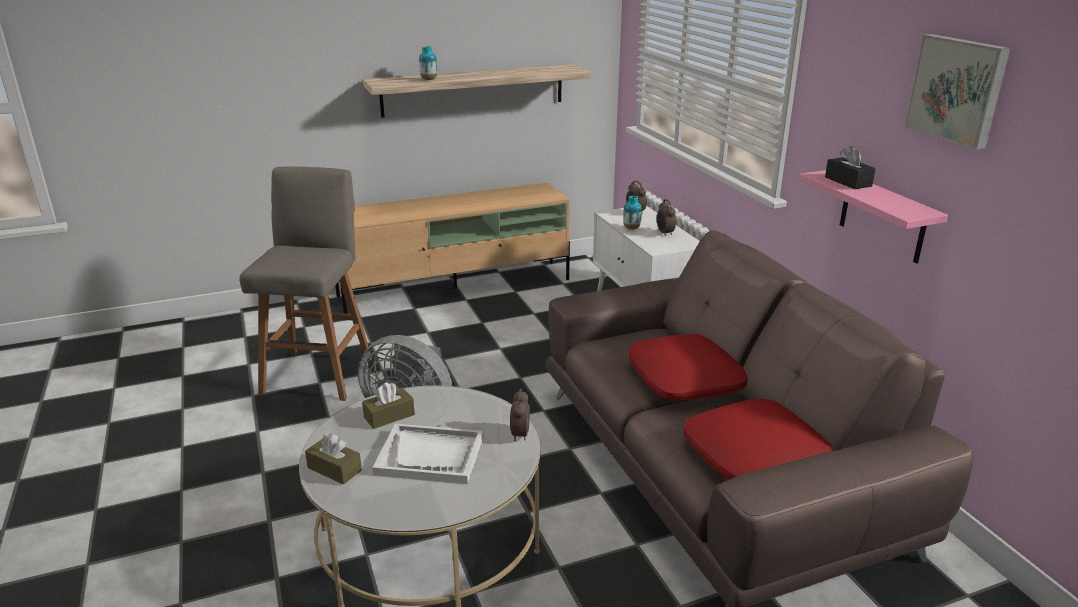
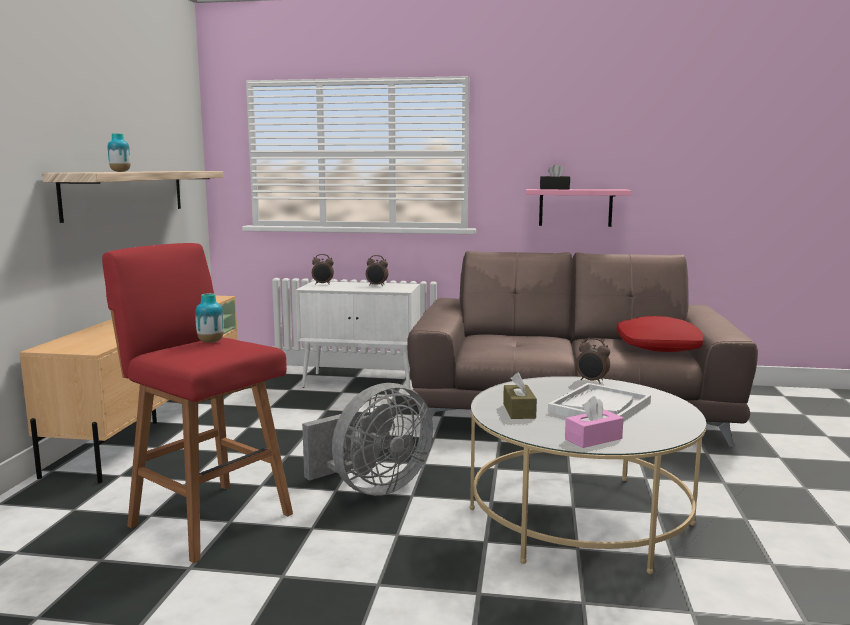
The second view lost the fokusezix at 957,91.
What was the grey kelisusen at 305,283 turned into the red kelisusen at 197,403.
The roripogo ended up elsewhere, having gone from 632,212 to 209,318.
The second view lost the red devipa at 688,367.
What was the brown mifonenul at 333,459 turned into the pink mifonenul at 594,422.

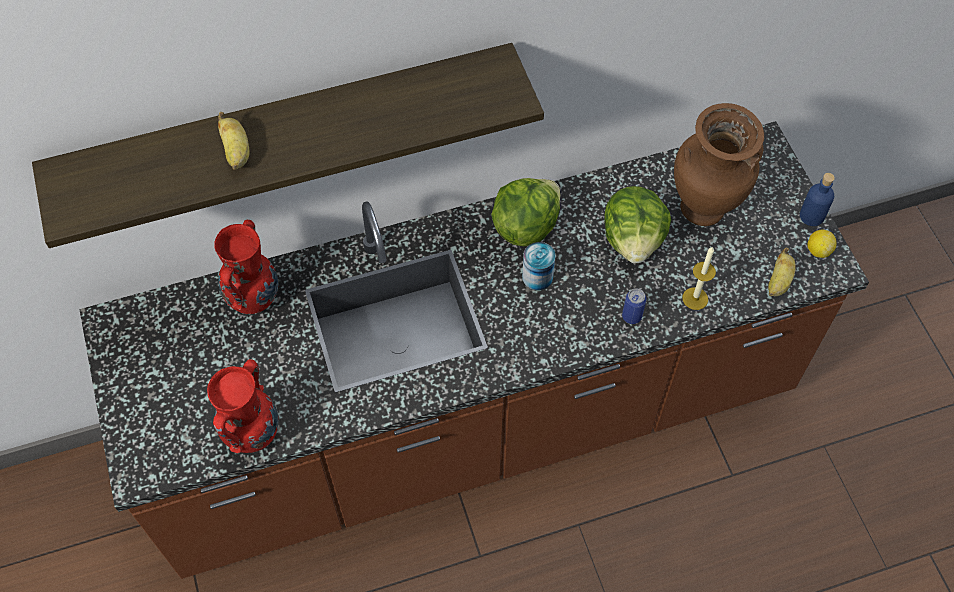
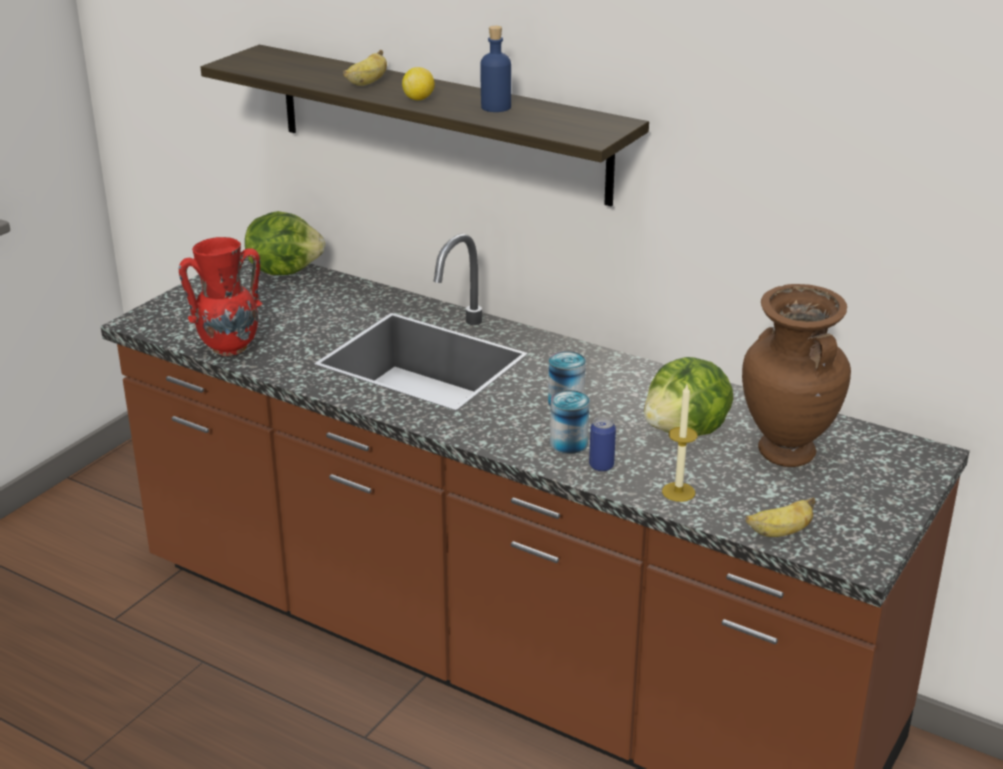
The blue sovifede ended up elsewhere, having gone from 817,199 to 495,69.
The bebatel ended up elsewhere, having gone from 526,212 to 285,243.
The second view lost the red roripogo at 246,267.
The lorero ended up elsewhere, having gone from 822,244 to 418,83.
The second view gained the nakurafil at 570,422.

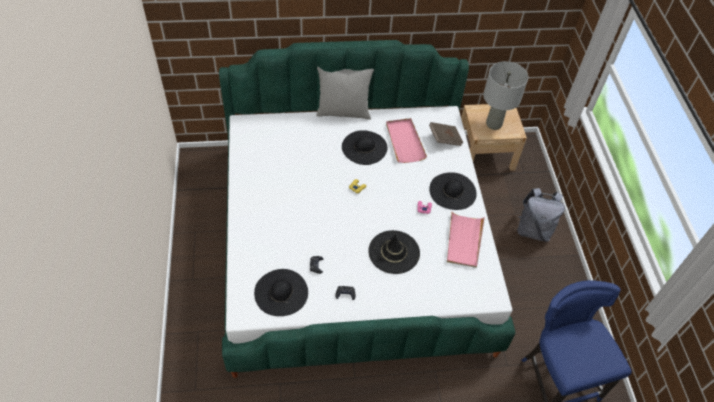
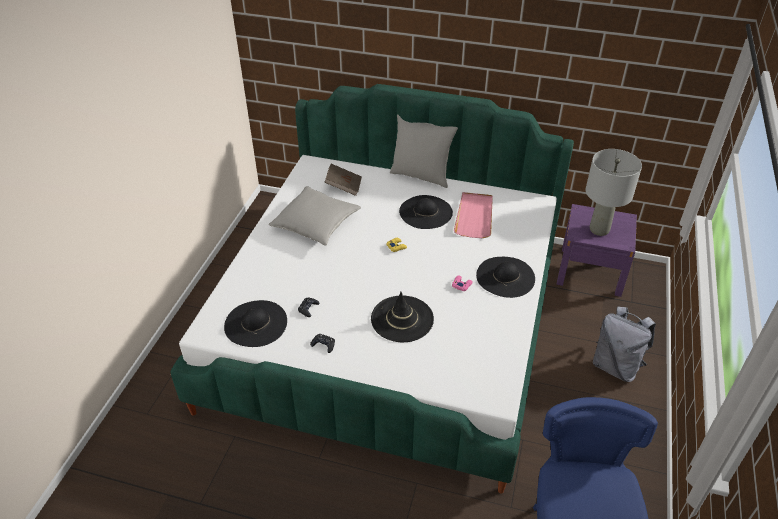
What was the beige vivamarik at 494,137 turned into the purple vivamarik at 597,250.
The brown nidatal ended up elsewhere, having gone from 446,134 to 343,180.
The second view lost the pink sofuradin at 466,240.
The second view gained the grey devipa at 314,216.

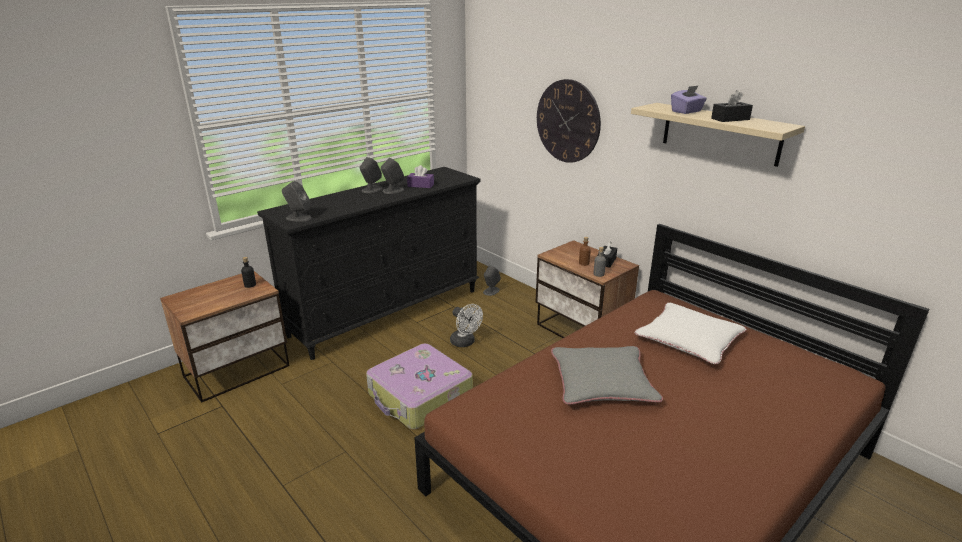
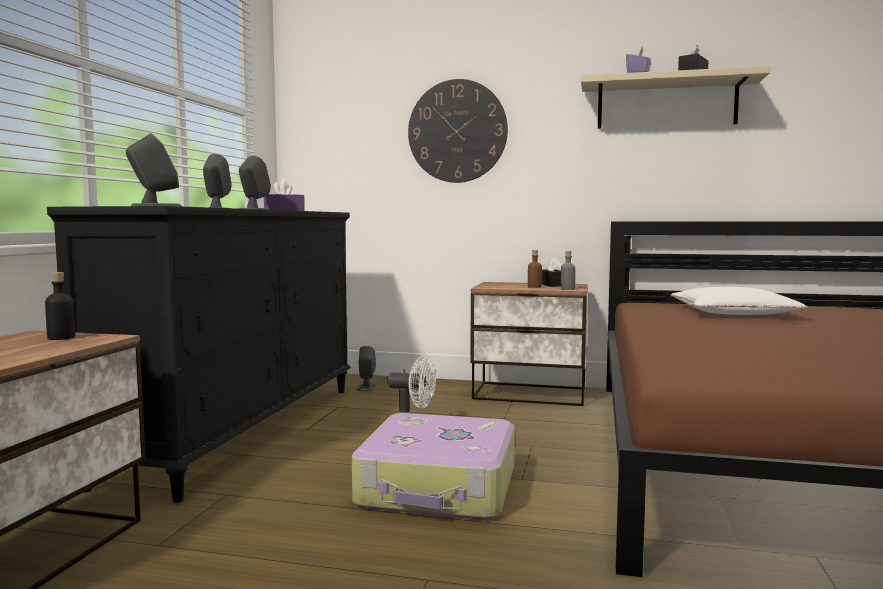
The second view lost the grey devipa at 607,375.

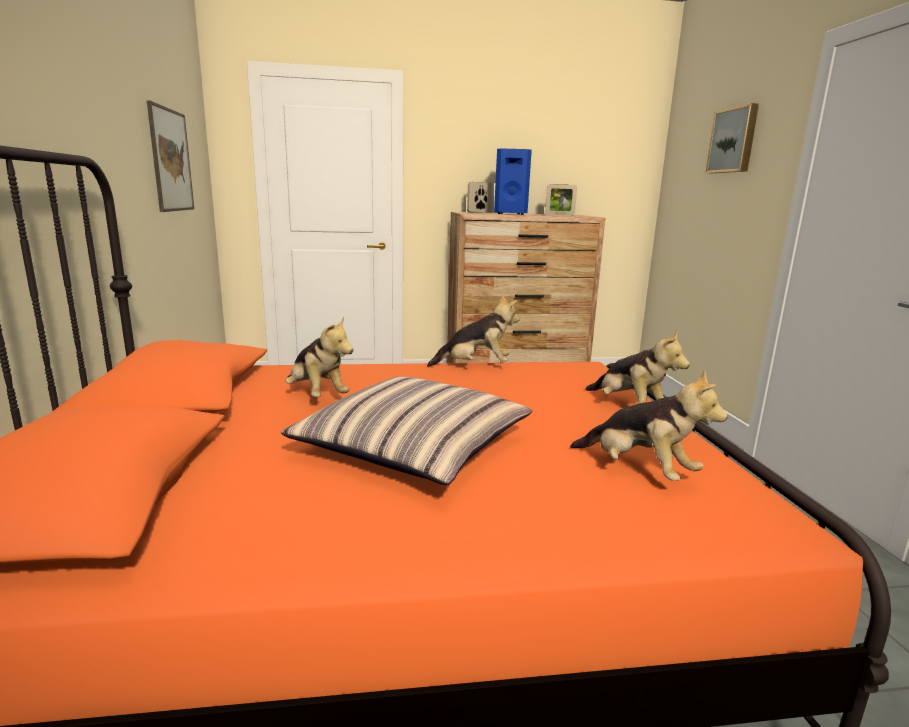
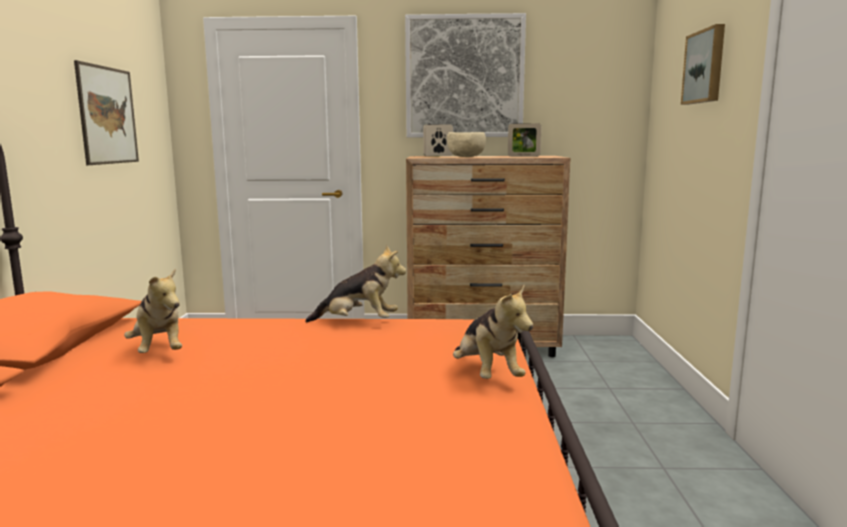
Where the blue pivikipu stood at 513,181, the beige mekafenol came to stand at 466,144.
The second view lost the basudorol at 649,425.
The second view lost the devipa at 406,431.
The second view gained the fokusezix at 465,75.

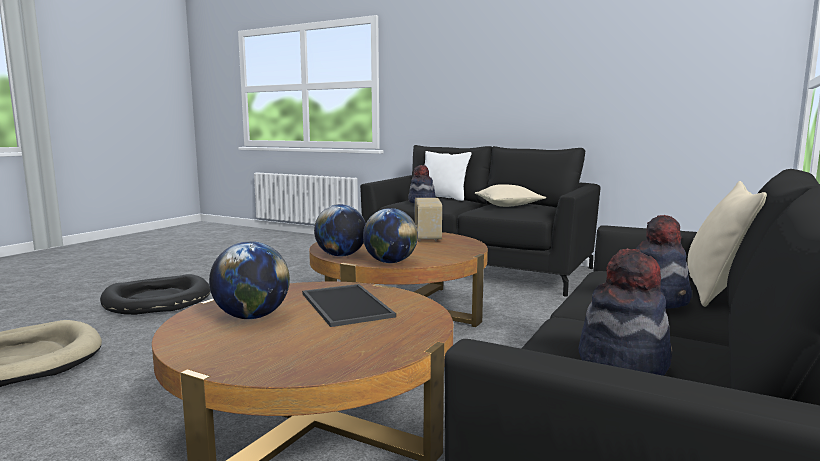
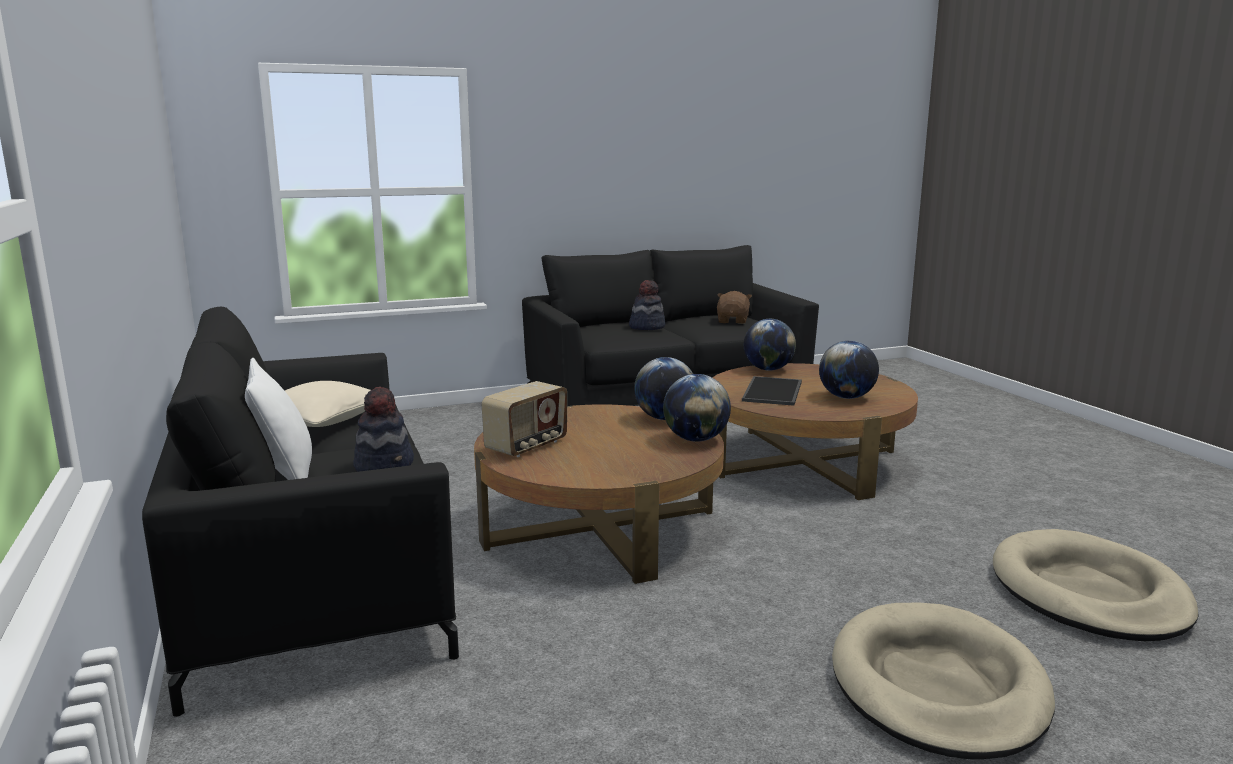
The second view lost the beige devipa at 727,244.
Where the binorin stood at 625,312, the brown basudorol came to stand at 734,307.
What was the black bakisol at 155,294 turned into the beige bakisol at 943,681.
The second view gained the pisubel at 770,345.

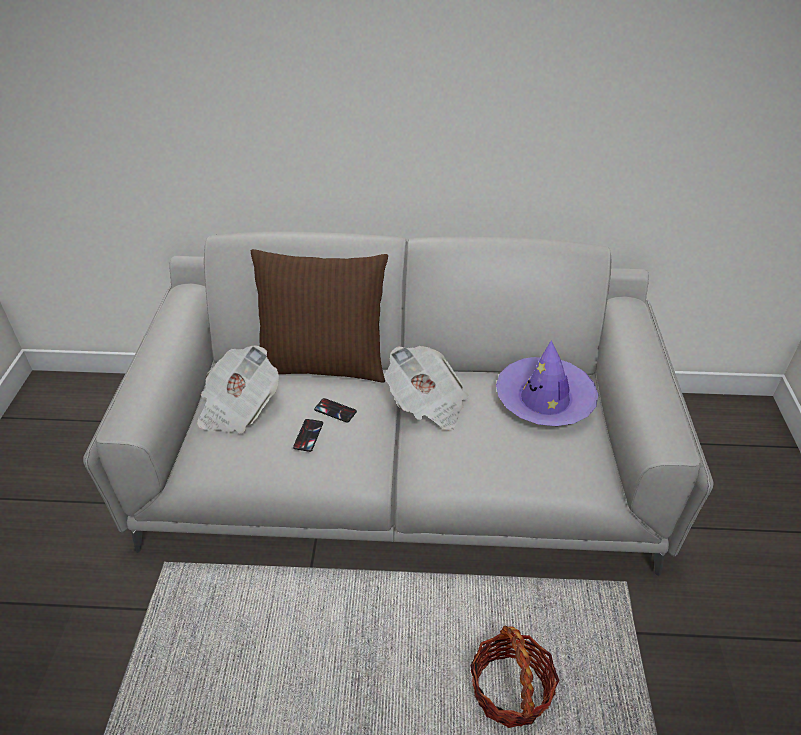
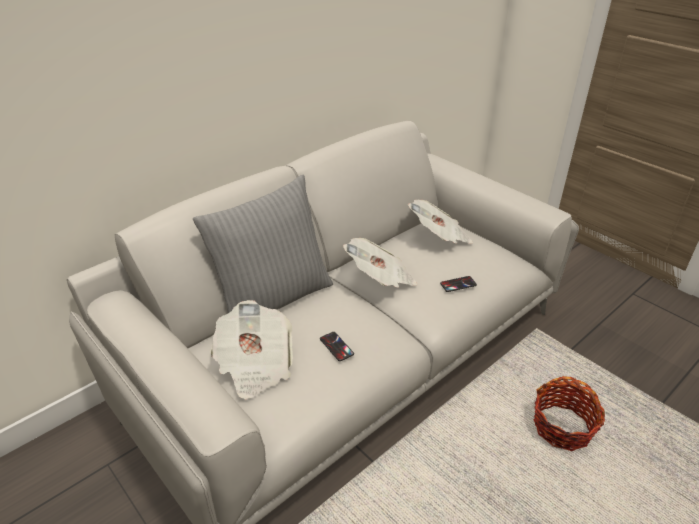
What was the brown devipa at 319,316 turned into the grey devipa at 263,244.
Where the purple binorin stood at 547,383, the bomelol came to stand at 440,222.
The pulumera ended up elsewhere, having gone from 335,410 to 458,284.

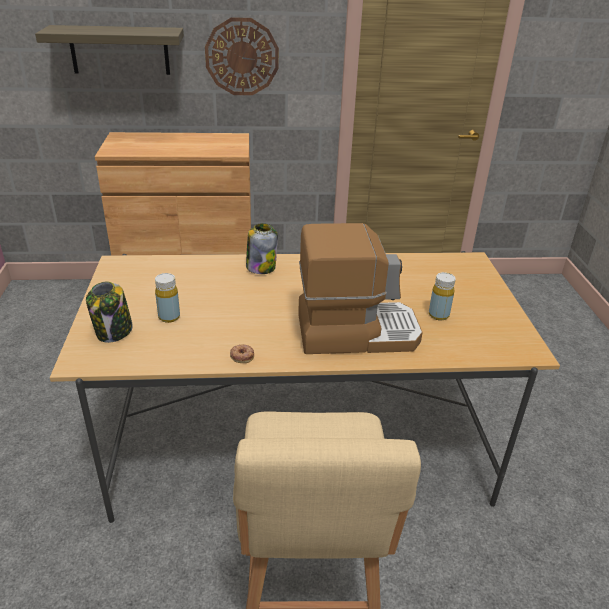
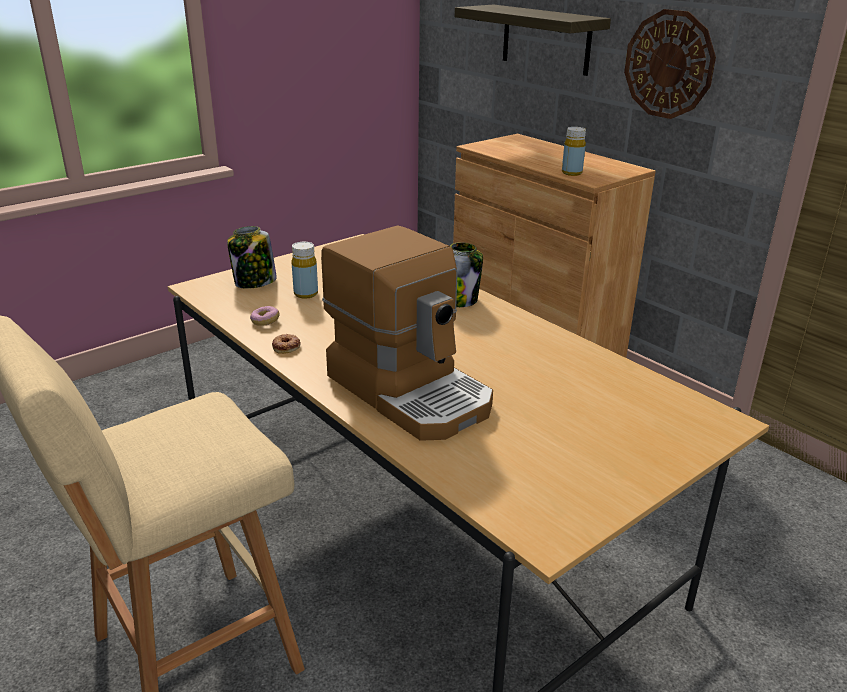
The yellow sovifede ended up elsewhere, having gone from 442,296 to 574,151.
The second view gained the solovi at 264,316.

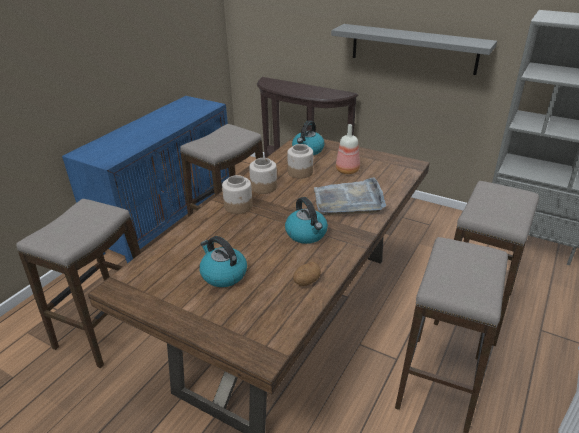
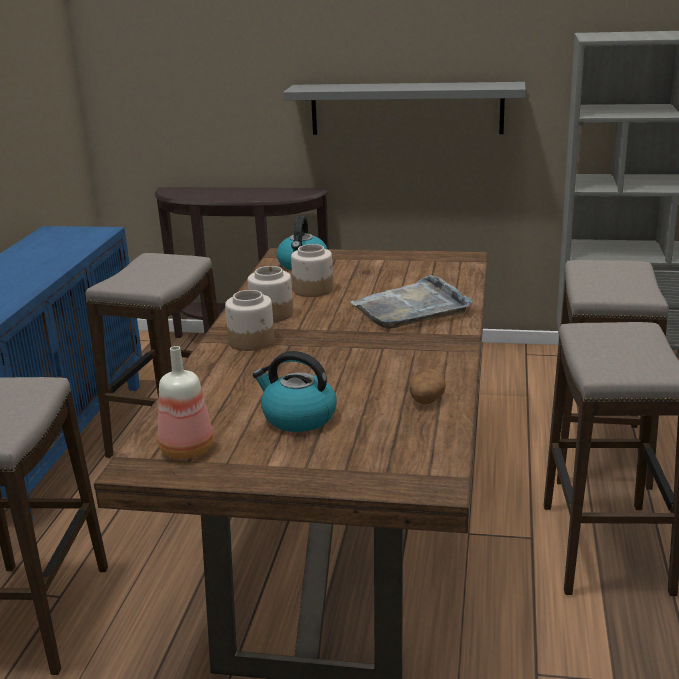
The sovifede ended up elsewhere, having gone from 348,149 to 186,402.
The second view lost the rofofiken at 306,220.

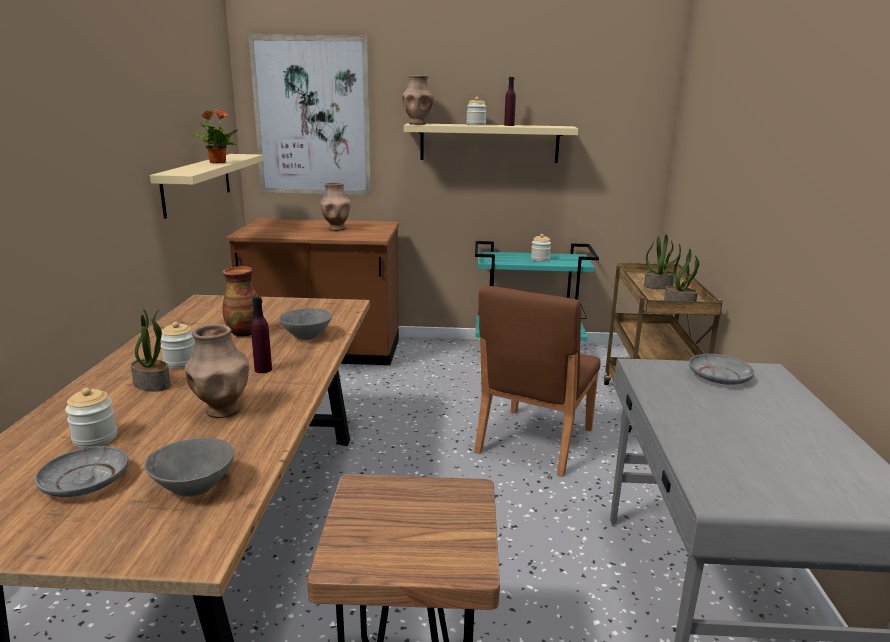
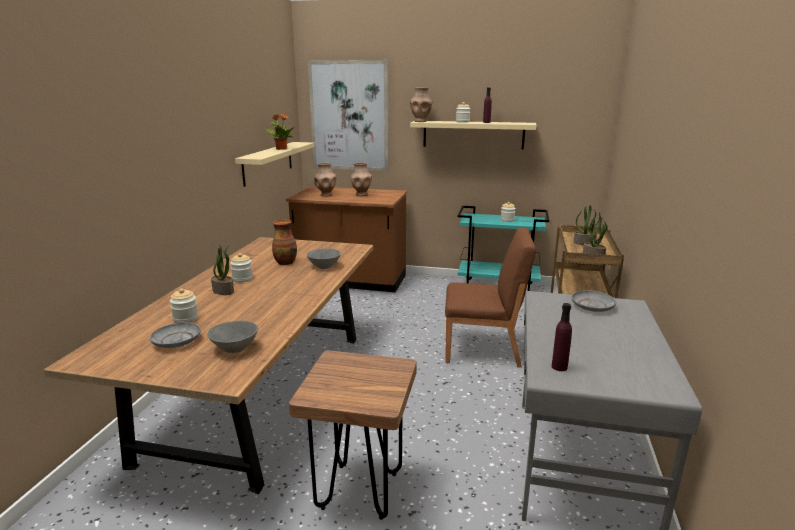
The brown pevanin at 538,381 ended up facing another way, 120 degrees counterclockwise from before.
The purple sovifede ended up elsewhere, having gone from 261,335 to 562,337.
The brown roripogo ended up elsewhere, having gone from 217,371 to 325,179.

